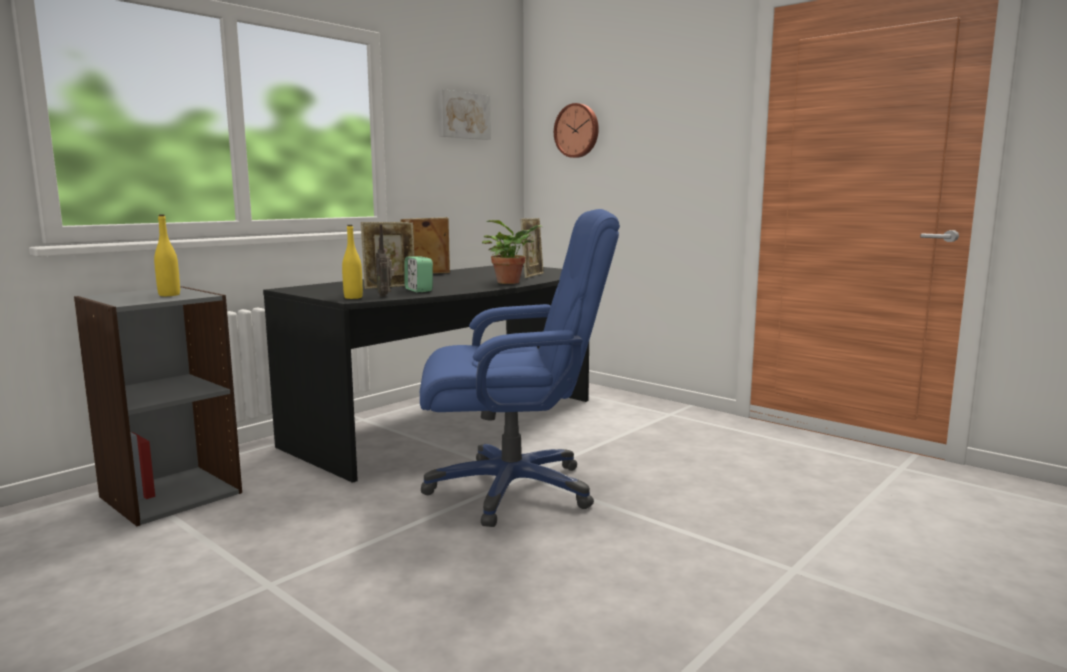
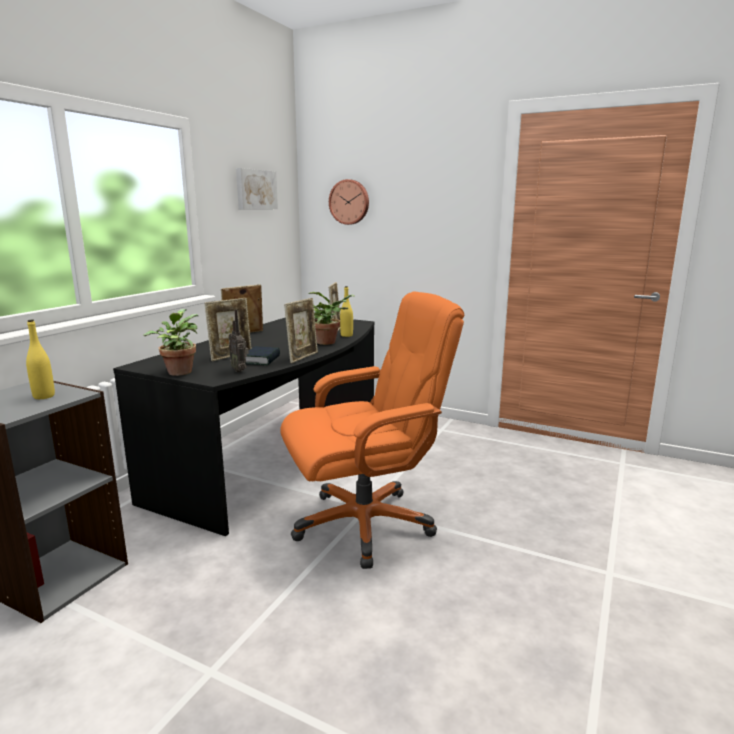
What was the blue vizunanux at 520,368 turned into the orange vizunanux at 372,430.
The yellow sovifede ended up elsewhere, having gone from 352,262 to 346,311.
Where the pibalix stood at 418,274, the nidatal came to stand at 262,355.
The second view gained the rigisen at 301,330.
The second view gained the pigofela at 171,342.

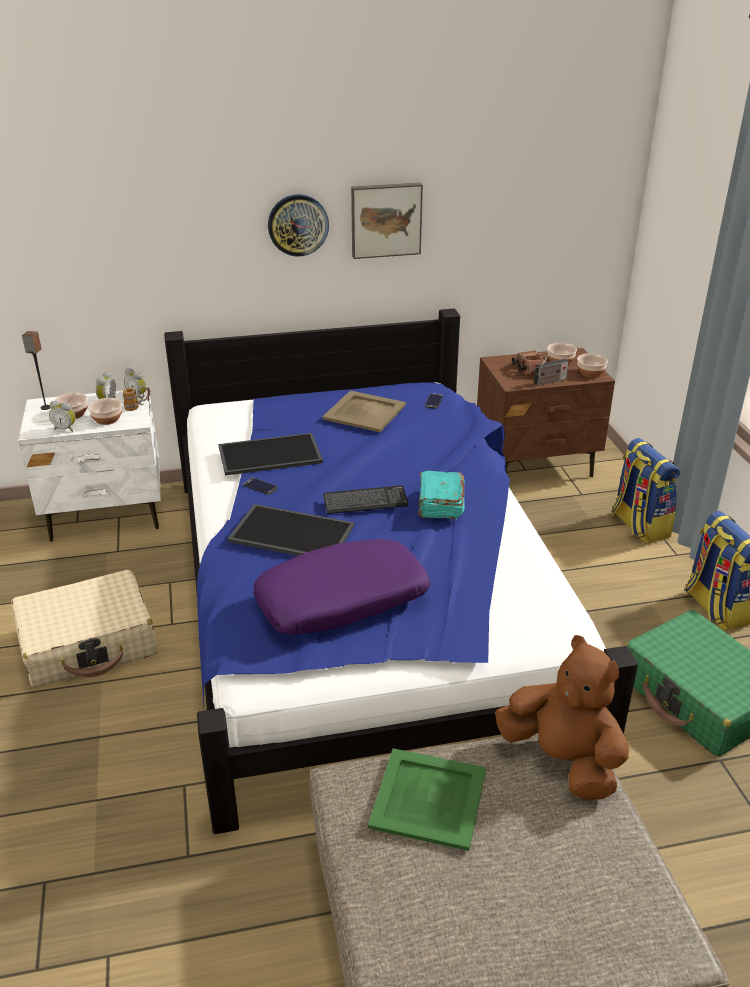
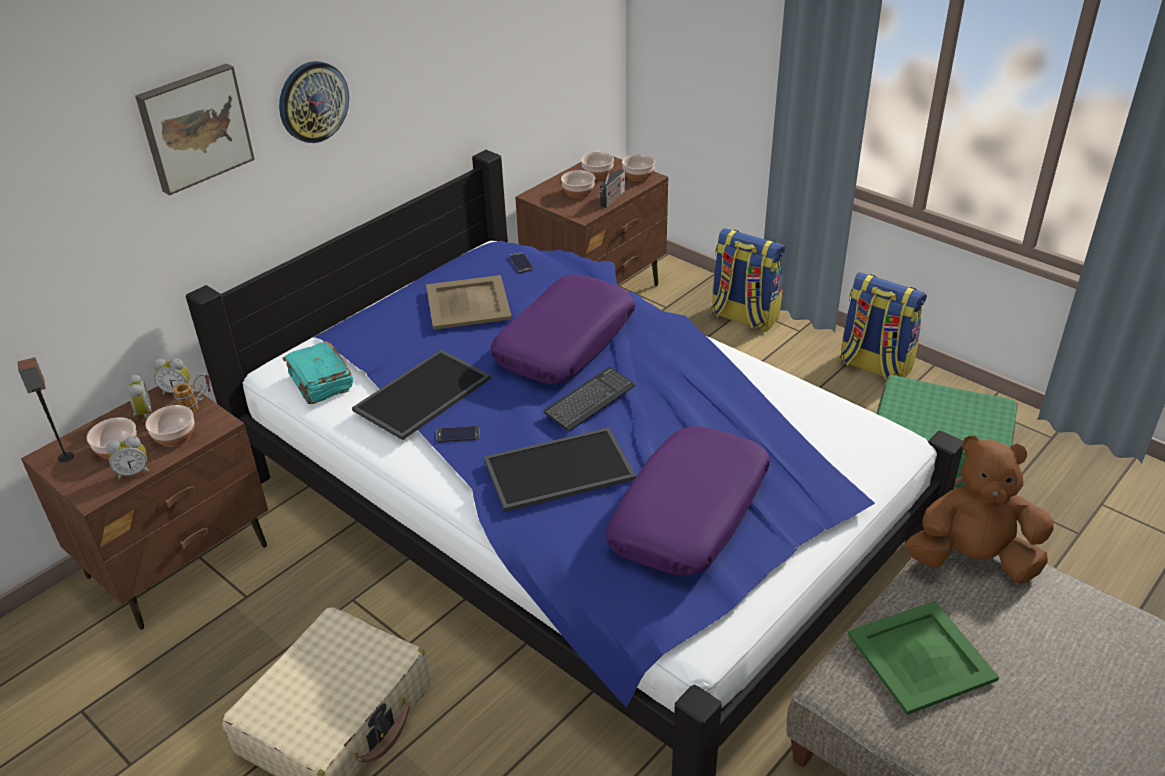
The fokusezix ended up elsewhere, having gone from 387,221 to 195,129.
Where the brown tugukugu stood at 529,362, the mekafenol came to stand at 578,184.
What was the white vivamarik at 89,465 turned into the brown vivamarik at 144,507.
The turquoise nidatal ended up elsewhere, having gone from 441,495 to 318,372.
The second view gained the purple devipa at 562,329.

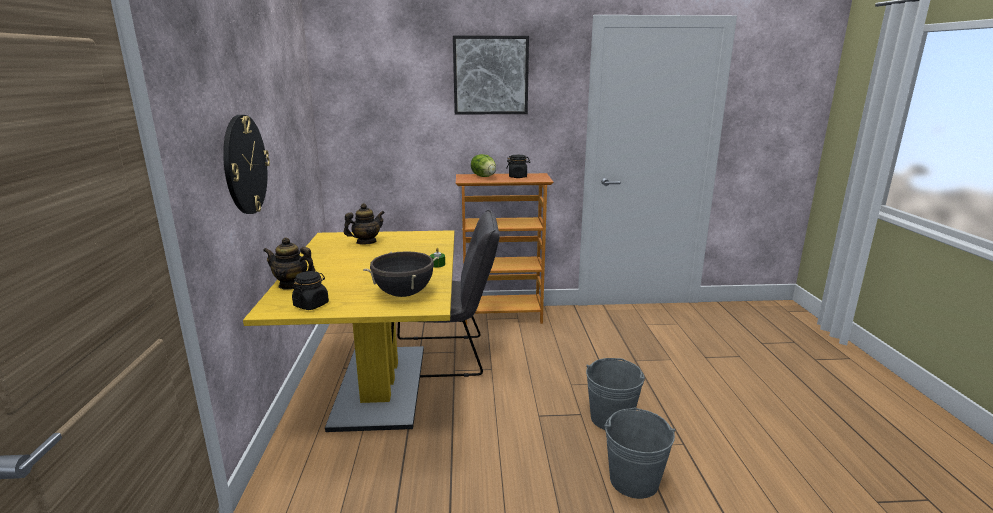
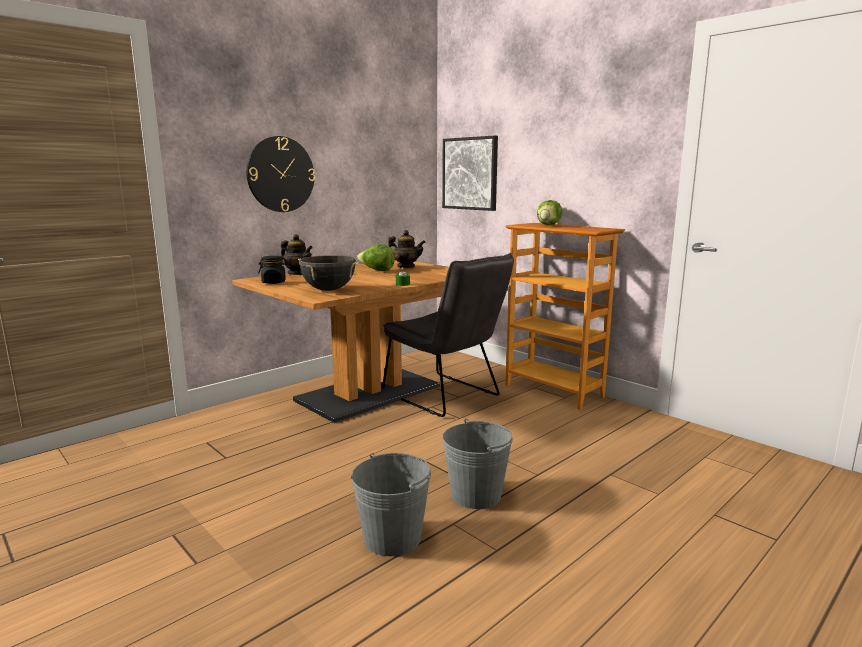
The fokusezix ended up elsewhere, having gone from 491,75 to 470,173.
The second view lost the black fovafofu at 518,166.
What was the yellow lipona at 349,331 turned into the brown lipona at 340,341.
The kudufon at 289,263 ended up facing another way, 150 degrees clockwise from before.
The second view gained the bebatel at 376,257.

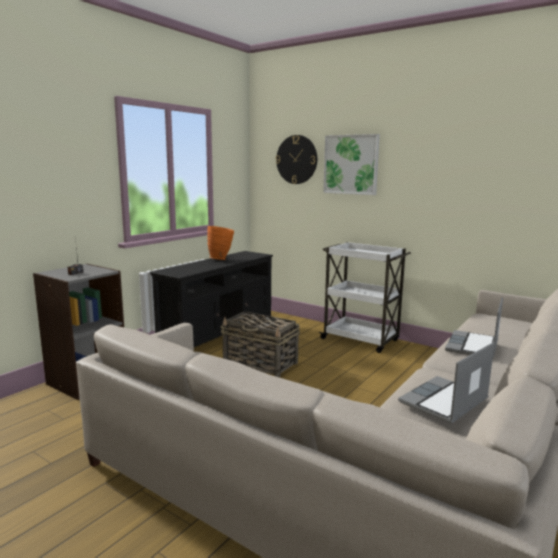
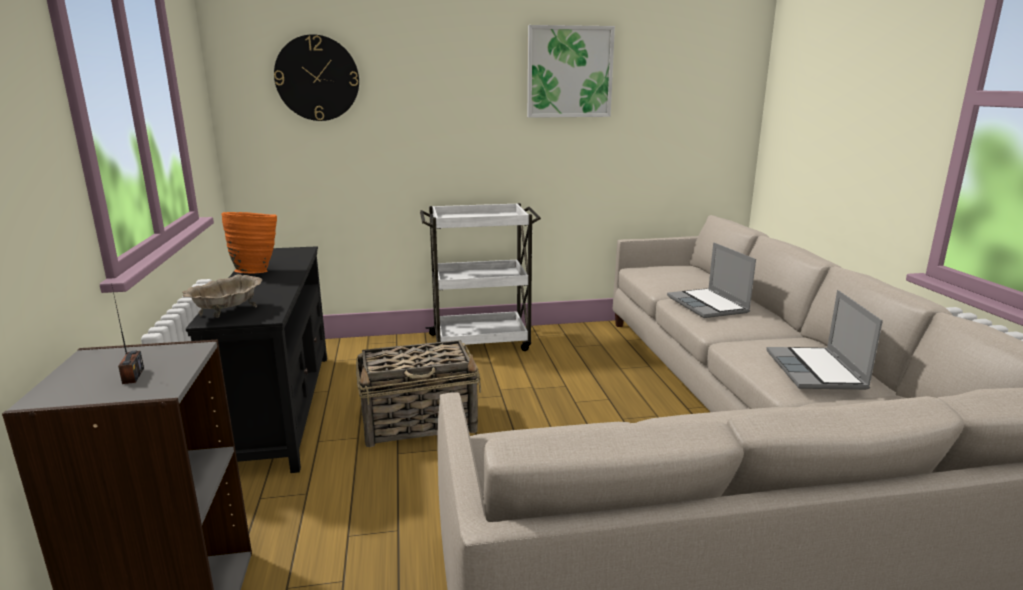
The fokusezix ended up elsewhere, having gone from 351,164 to 571,71.
The second view gained the beige mekafenol at 222,296.

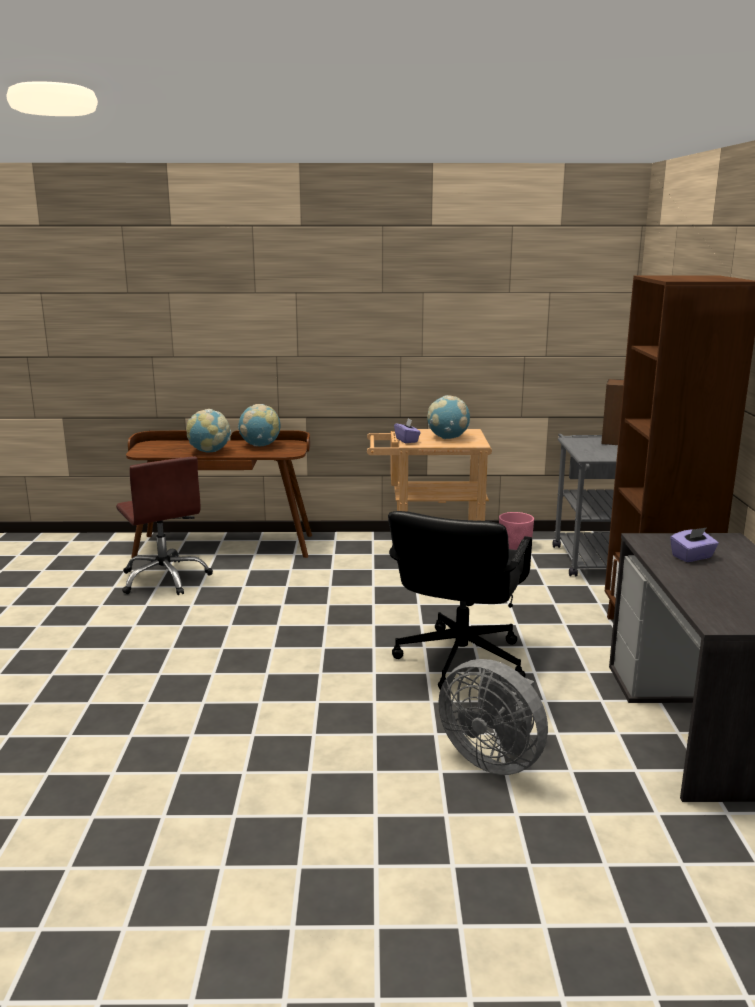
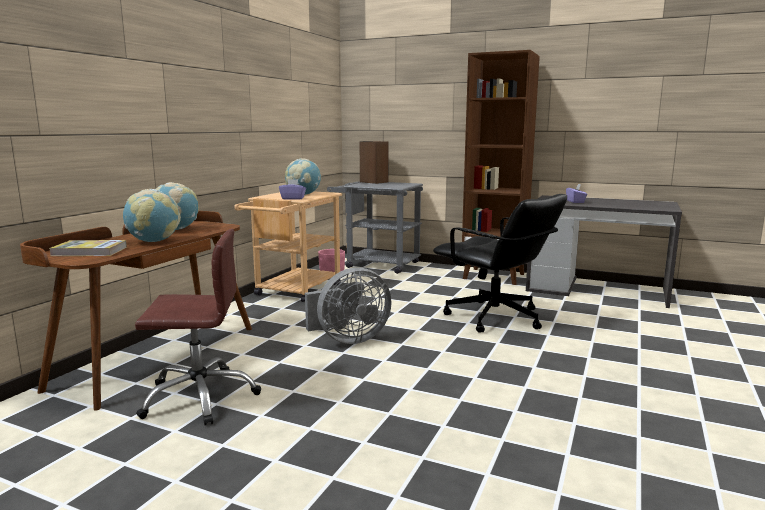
The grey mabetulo ended up elsewhere, having gone from 493,717 to 348,305.
The second view gained the nidatal at 88,248.

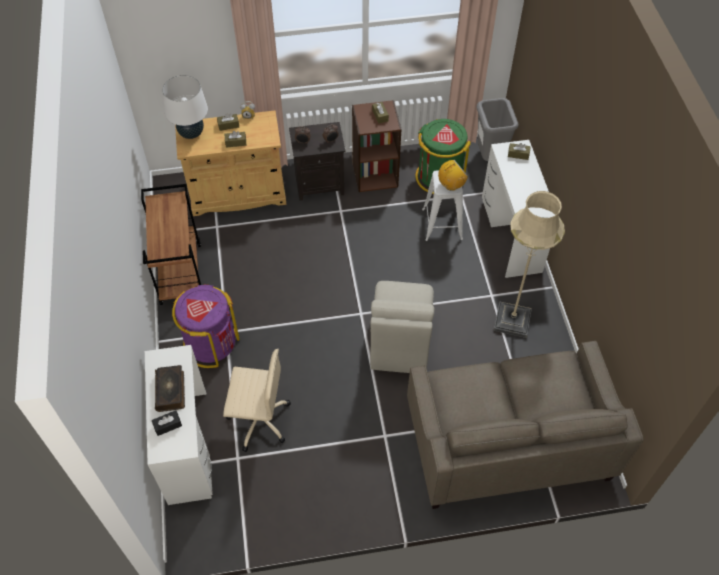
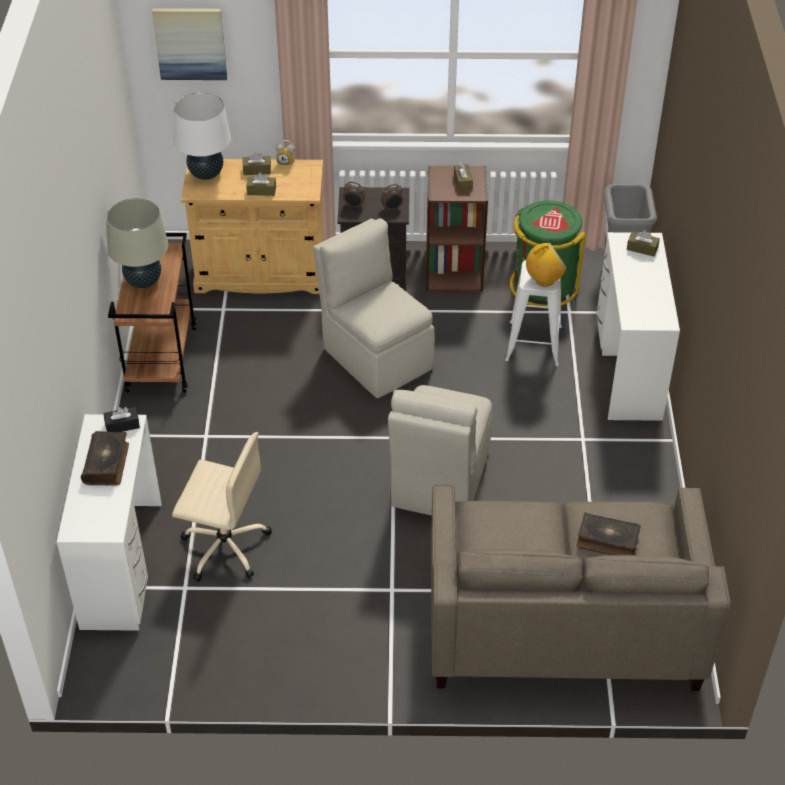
The second view lost the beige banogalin at 529,264.
The second view lost the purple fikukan at 206,326.
The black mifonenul ended up elsewhere, having gone from 167,423 to 121,419.
The second view gained the fokusezix at 189,44.
The second view gained the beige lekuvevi at 137,243.
The second view gained the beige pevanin at 374,308.
The second view gained the nidatal at 609,533.

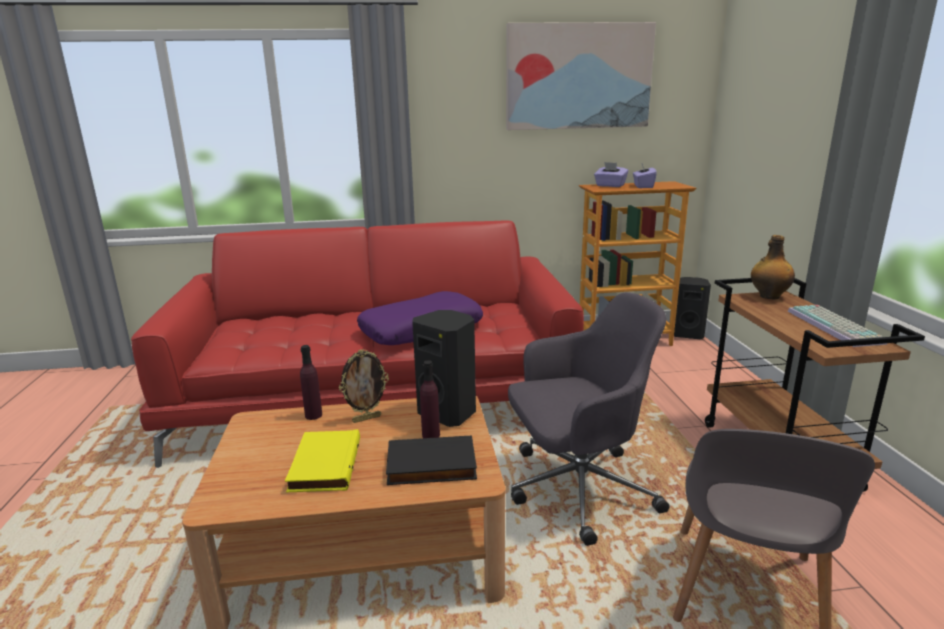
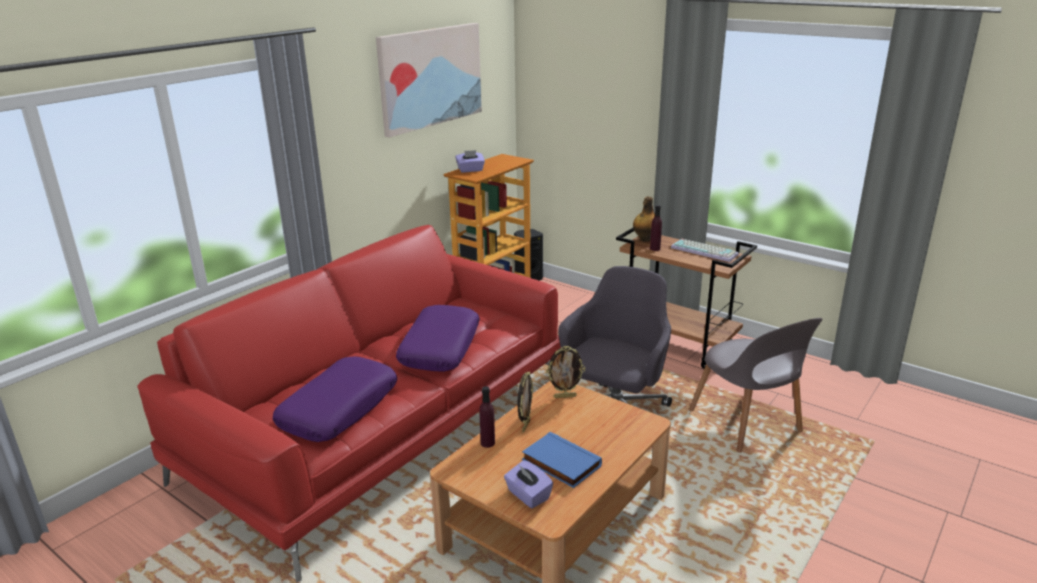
The purple mifonenul ended up elsewhere, having gone from 645,176 to 528,484.
Where the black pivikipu stood at 444,368, the rigisen came to stand at 565,372.
The purple sovifede ended up elsewhere, having gone from 430,399 to 656,228.
What was the yellow nidatal at 322,460 turned into the blue nidatal at 562,460.
The second view lost the black nidatal at 431,460.
The second view gained the purple devipa at 335,399.

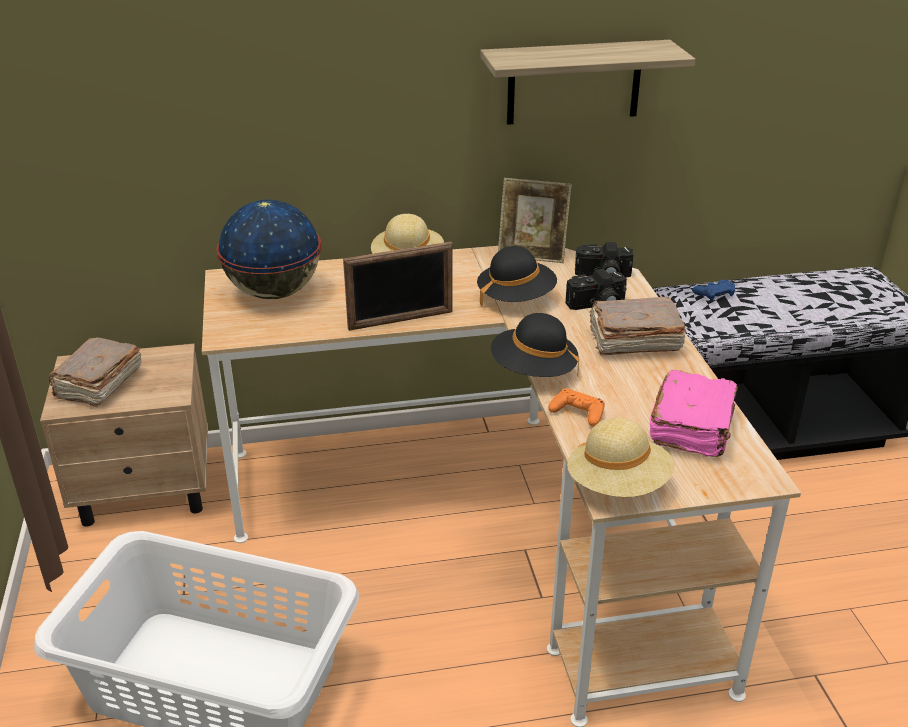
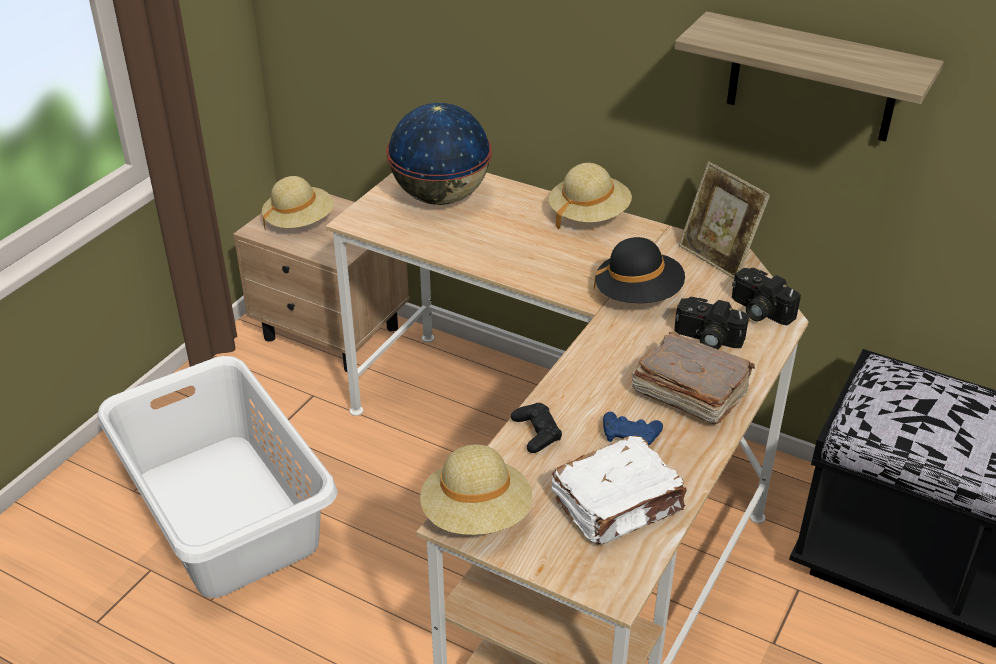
The second view lost the rigisen at 397,286.
The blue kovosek ended up elsewhere, having gone from 713,290 to 633,428.
The second view lost the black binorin at 535,345.
Where the brown nidatal stood at 95,372, the beige binorin came to stand at 298,203.
What was the pink nidatal at 694,413 turned into the white nidatal at 619,490.
What was the orange kovosek at 576,407 turned into the black kovosek at 536,428.

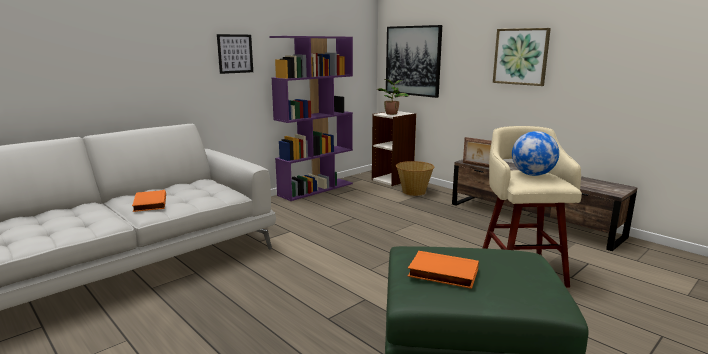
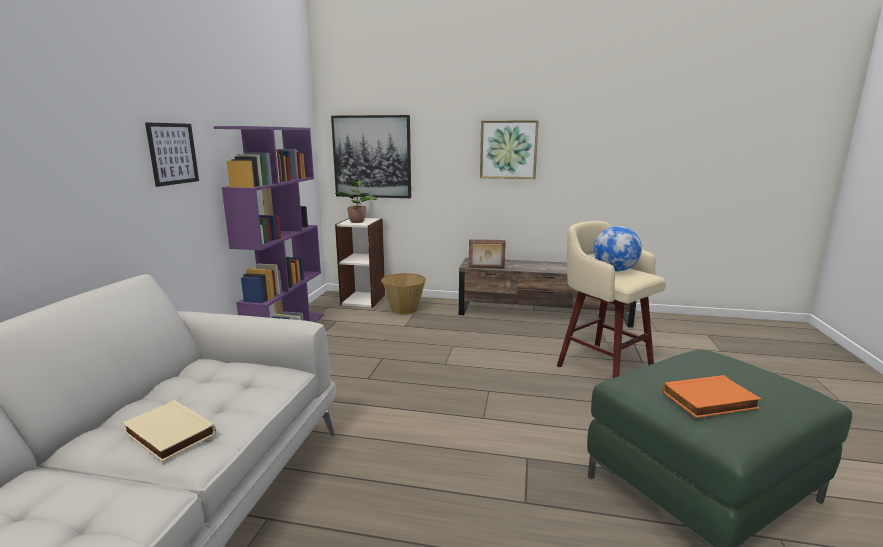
What was the orange nidatal at 149,201 turned into the beige nidatal at 169,431.

